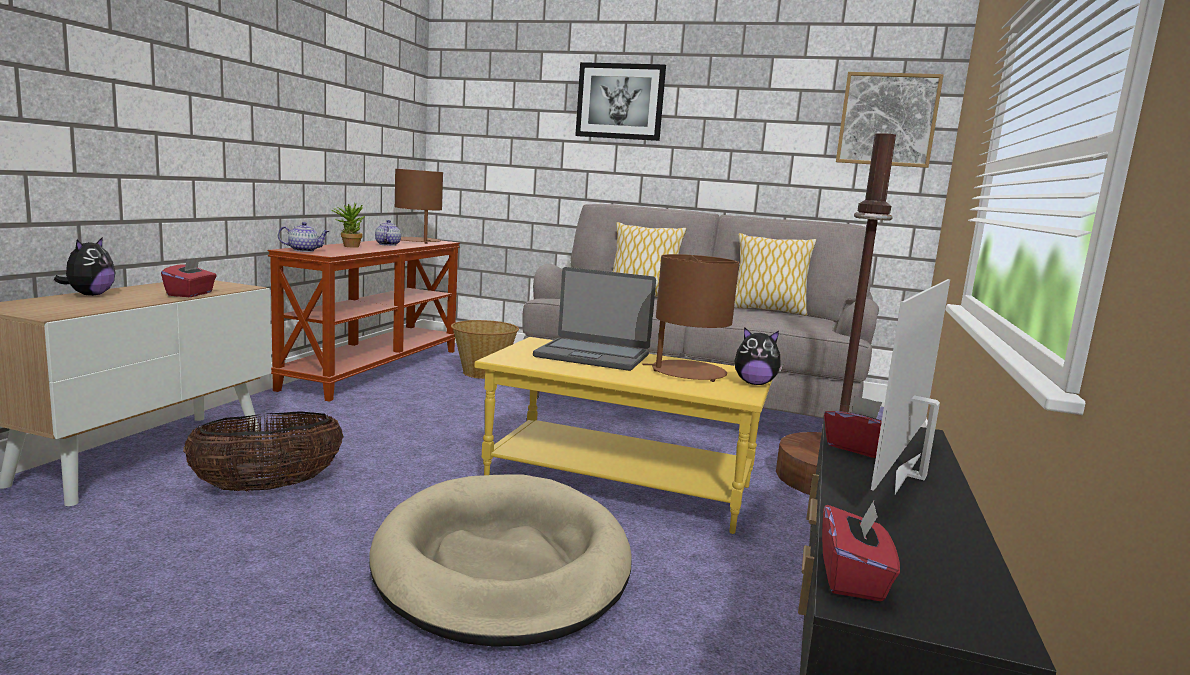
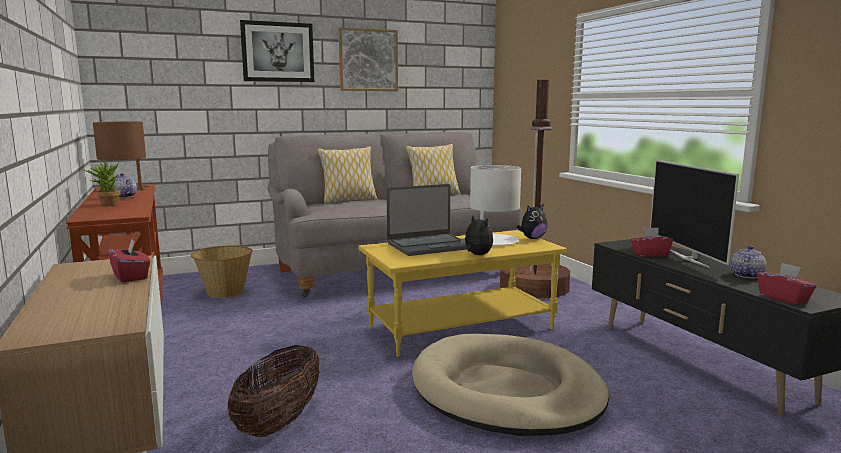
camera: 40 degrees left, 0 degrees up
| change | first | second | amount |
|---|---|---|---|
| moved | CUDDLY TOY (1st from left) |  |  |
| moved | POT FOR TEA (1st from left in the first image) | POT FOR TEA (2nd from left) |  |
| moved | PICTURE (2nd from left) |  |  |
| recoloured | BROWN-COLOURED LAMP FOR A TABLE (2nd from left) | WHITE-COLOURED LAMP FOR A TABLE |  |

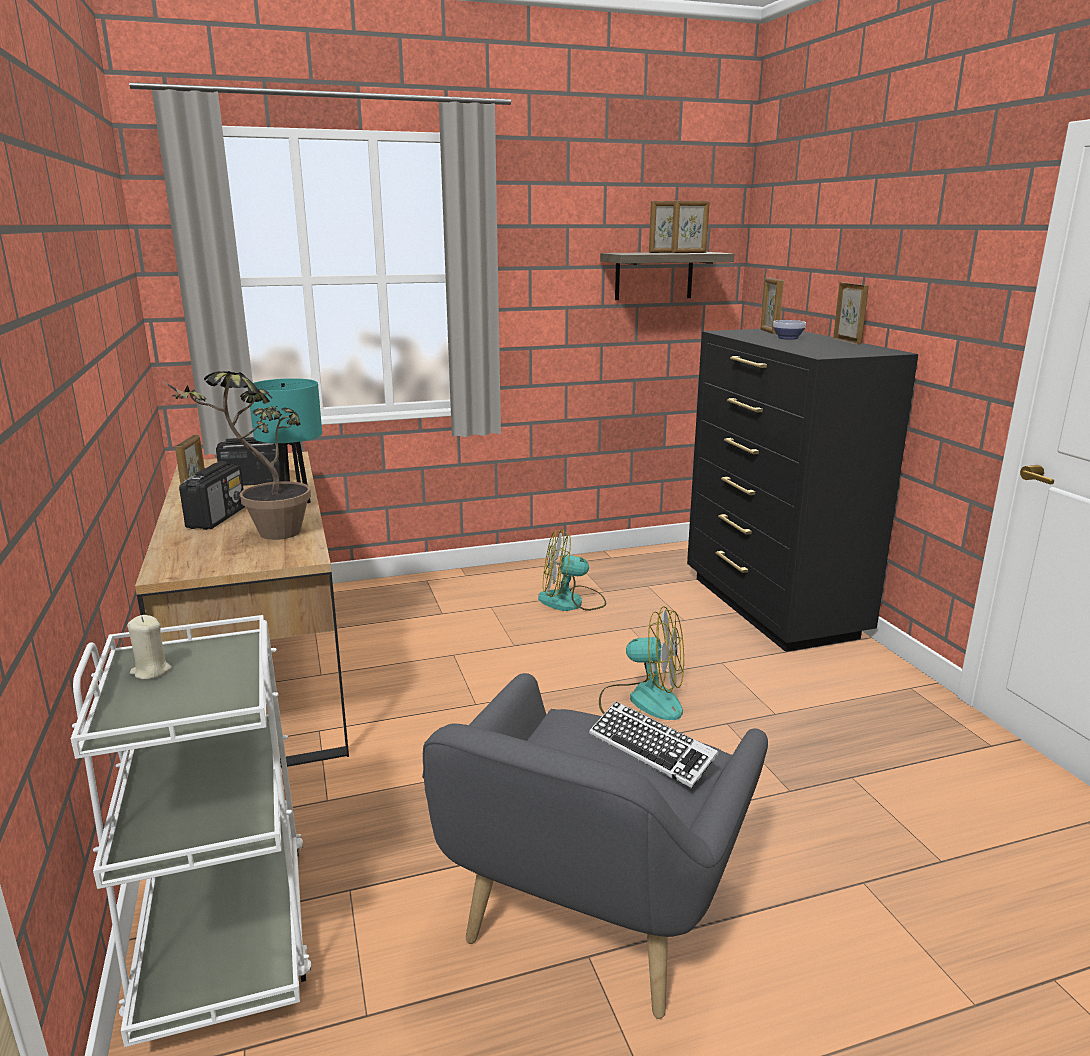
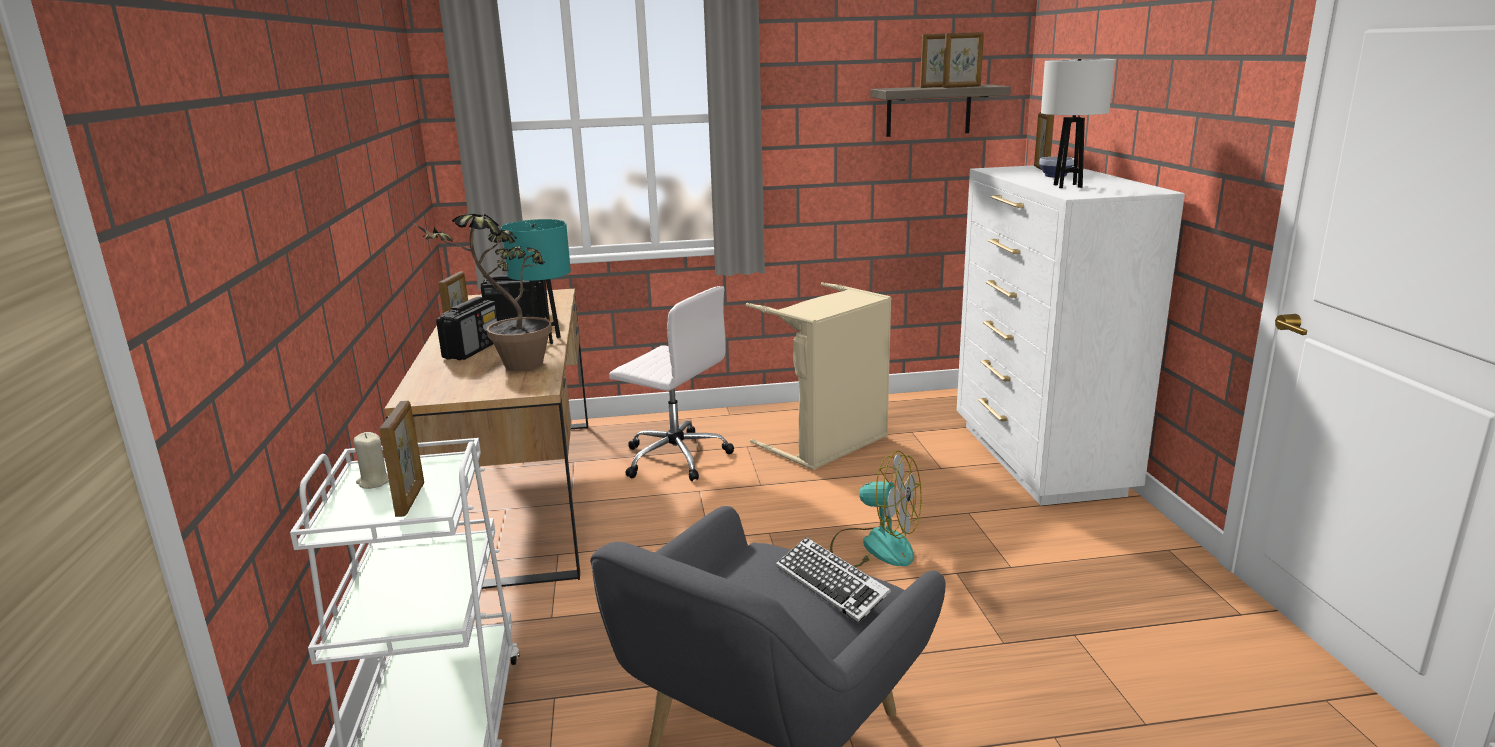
camera: 10 degrees right, 0 degrees up
| change | first | second | amount |
|---|---|---|---|
| added |  | WHITE-COLOURED DESK CHAIR |  |
| added |  | WHITE-COLOURED LAMP FOR A TABLE |  |
| moved | STANDING FRAME (5th from left in the first image) | STANDING FRAME (1st from left) |  |
| replaced | FAN (1st from left) | BEIGE WASHING BASKET |  |
| recoloured | BLACK DRAWER CHEST | WHITE-COLOURED DRAWER CHEST |  |

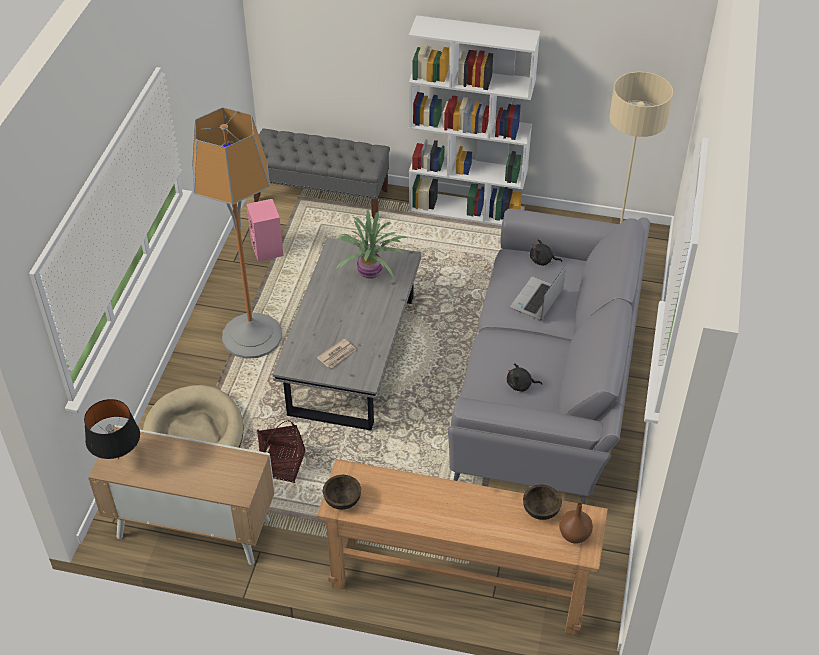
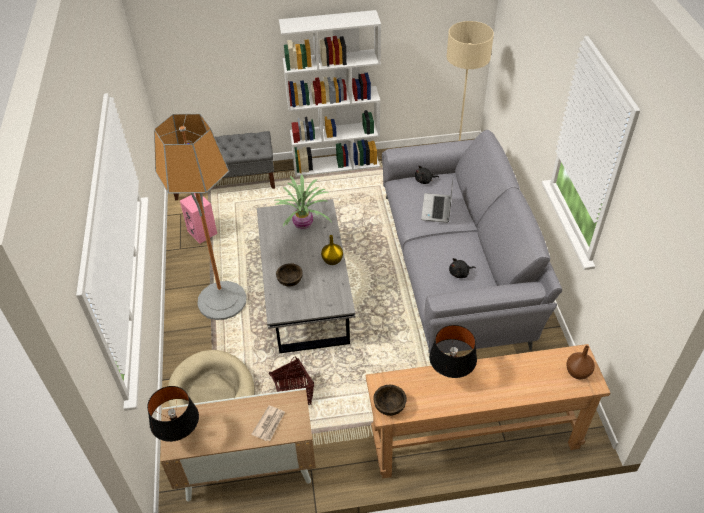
camera: 20 degrees left, 0 degrees up
| change | first | second | amount |
|---|---|---|---|
| added |  | YELLOWISH VASE |  |
| added |  | BLACK LAMP FOR A TABLE (2nd from left) |  |
| moved | PRINTED PAPER |  |  |
| moved | BROWN-COLOURED BOWL (2nd from left in the first image) | BROWN-COLOURED BOWL (1st from left) |  |

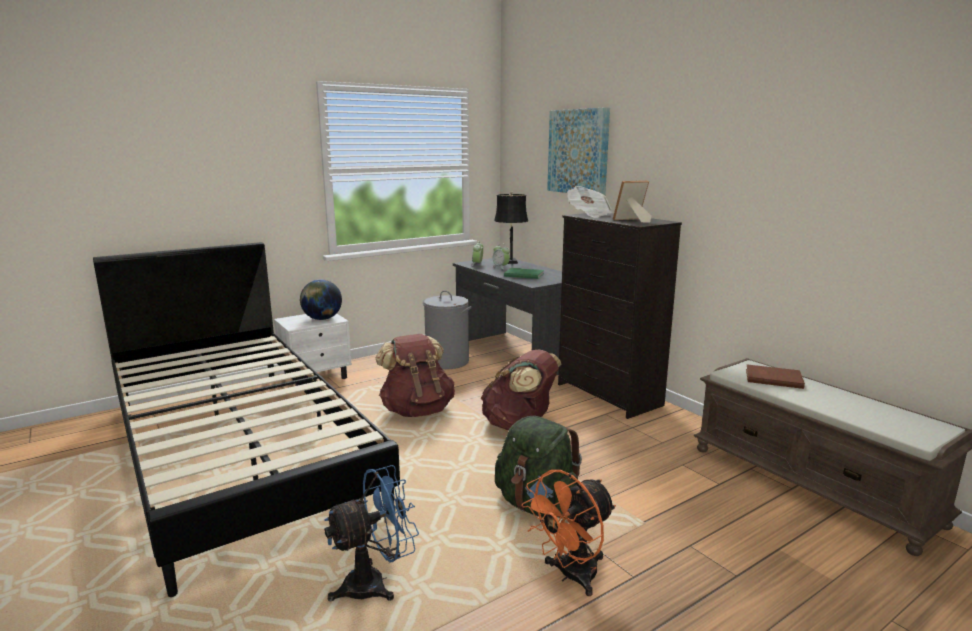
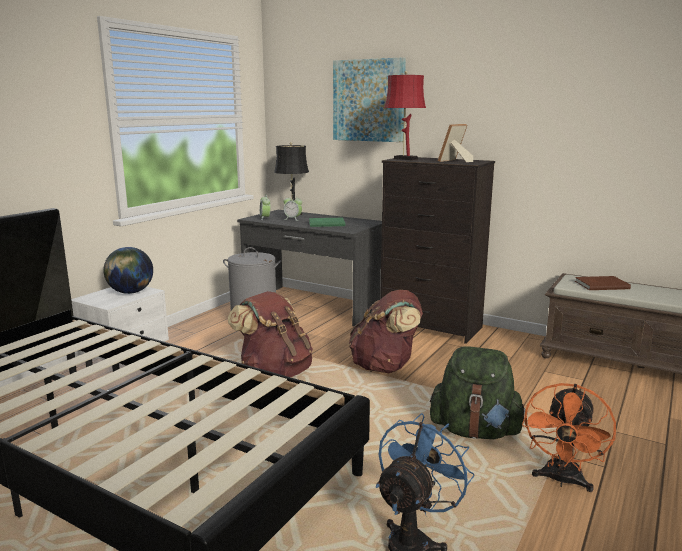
camera: 25 degrees left, 0 degrees up
| change | first | second | amount |
|---|---|---|---|
| replaced | PRINTED PAPER | RED-COLOURED LAMP FOR A TABLE |  |

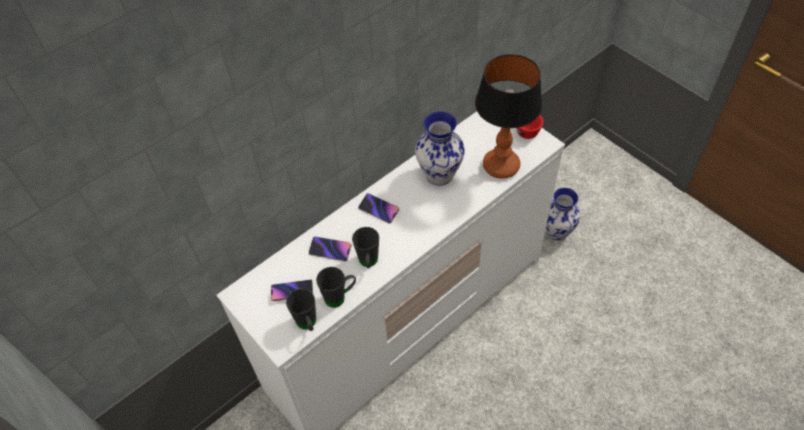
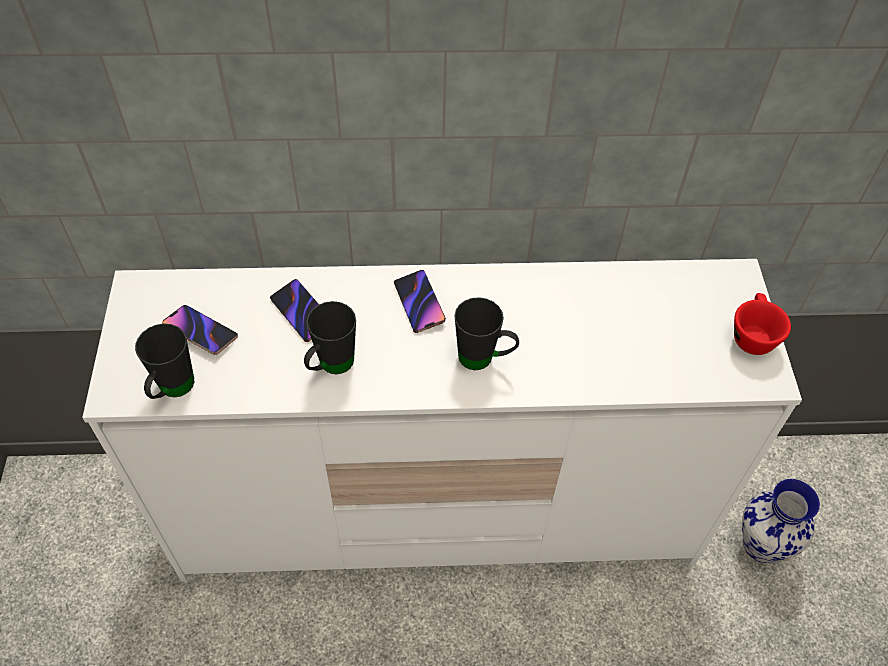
camera: 35 degrees right, 0 degrees up
| change | first | second | amount |
|---|---|---|---|
| removed | VASE (1st from left) |  |  |
| removed | LAMP FOR A TABLE |  |  |
| moved | BLACK COFFEE MUG (2nd from left in the first image) | BLACK COFFEE MUG (3rd from left) |  |

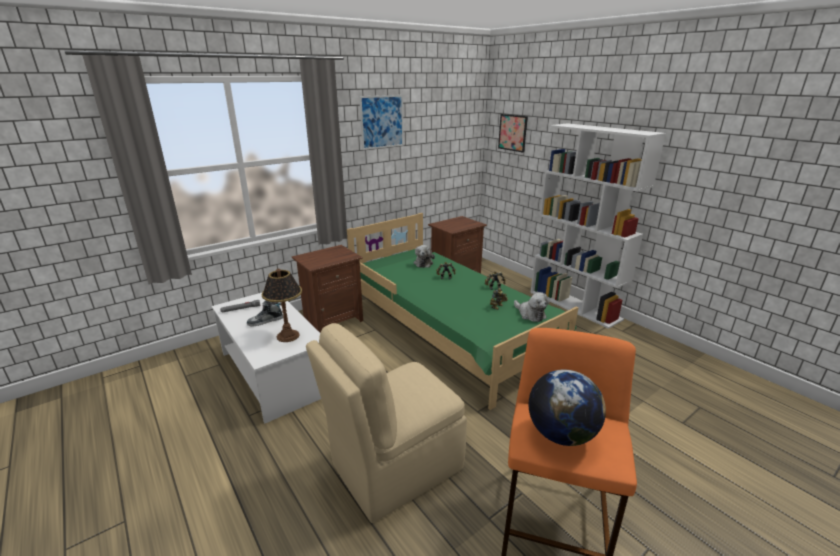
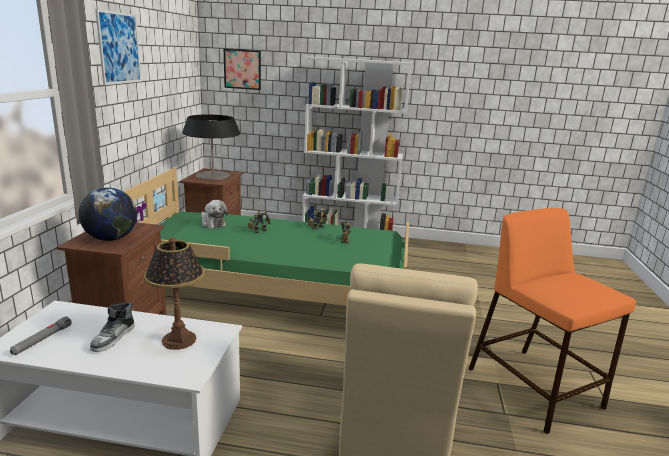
camera: 45 degrees left, 5 degrees down
| change | first | second | amount |
|---|---|---|---|
| removed | CUDDLY TOY (2nd from left) |  |  |
| added |  | LAMP FOR A TABLE (2nd from left) |  |
| moved | GLOBE |  |  |

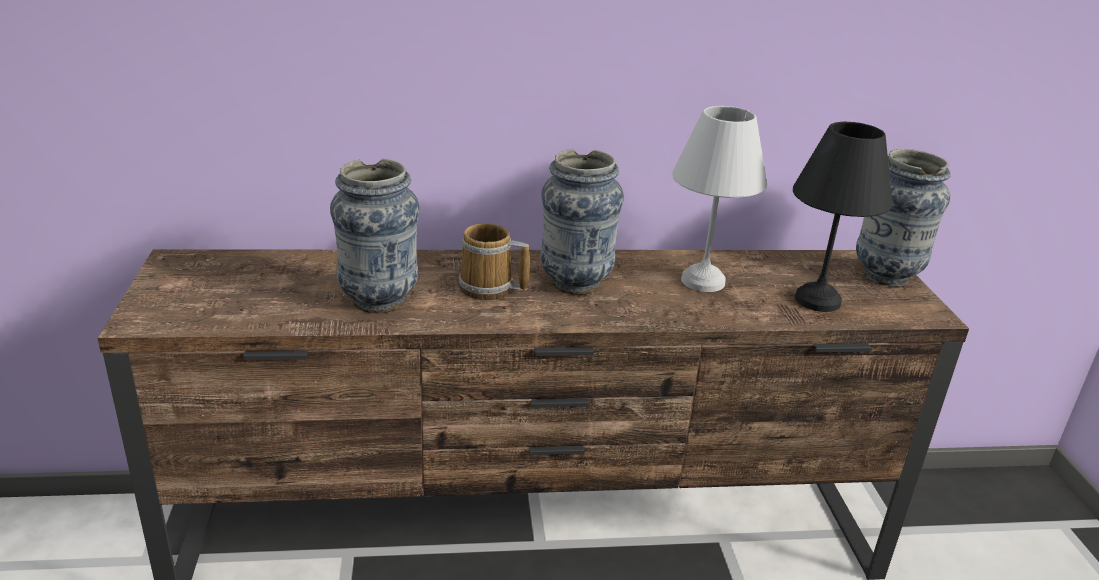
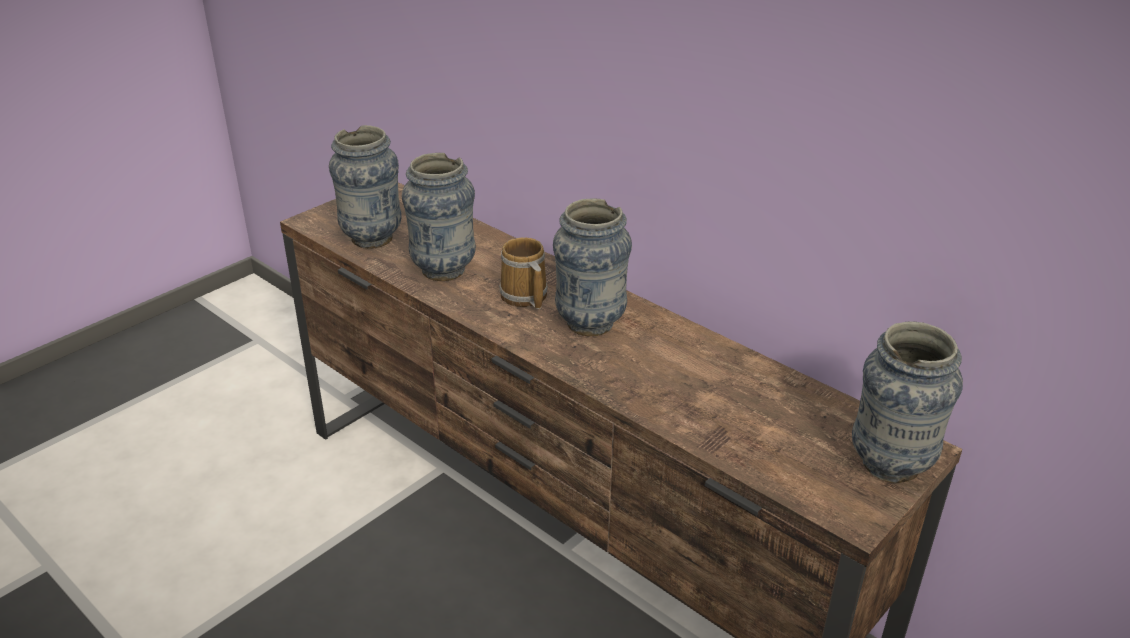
camera: 50 degrees right, 5 degrees up
| change | first | second | amount |
|---|---|---|---|
| removed | WHITE-COLOURED LAMP FOR A TABLE |  |  |
| removed | BLACK LAMP FOR A TABLE |  |  |
| added |  | VASE (1st from left) |  |

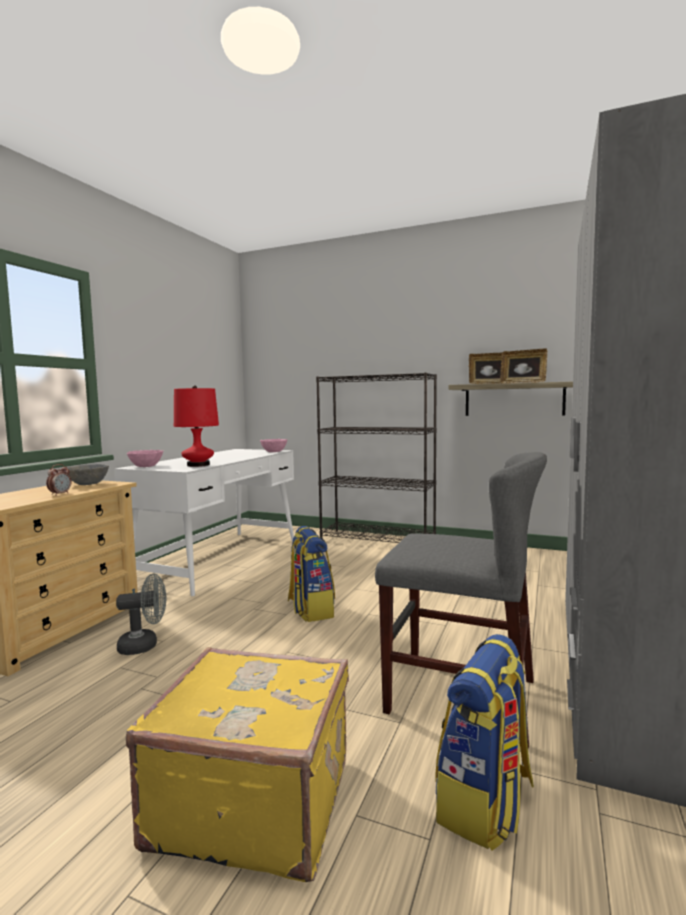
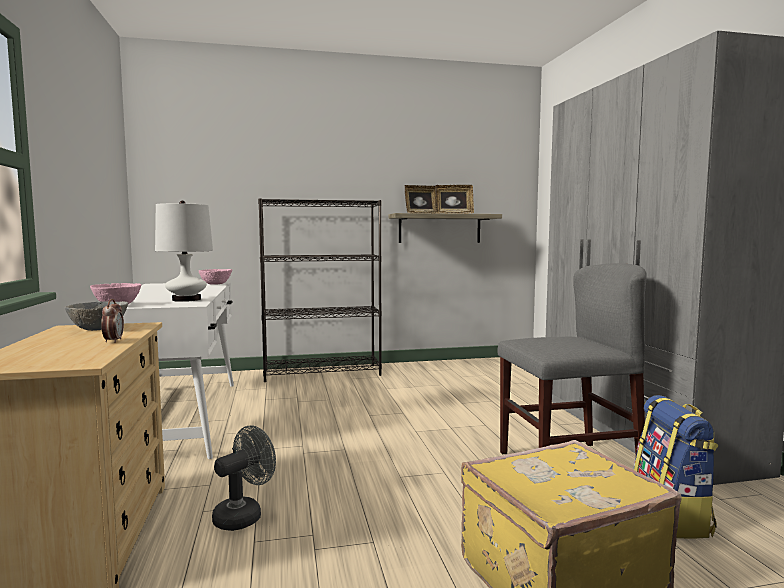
camera: 35 degrees left, 0 degrees up
| change | first | second | amount |
|---|---|---|---|
| removed | KNAPSACK (1st from left) |  |  |
| recoloured | RED-COLOURED LAMP FOR A TABLE | WHITE-COLOURED LAMP FOR A TABLE |  |

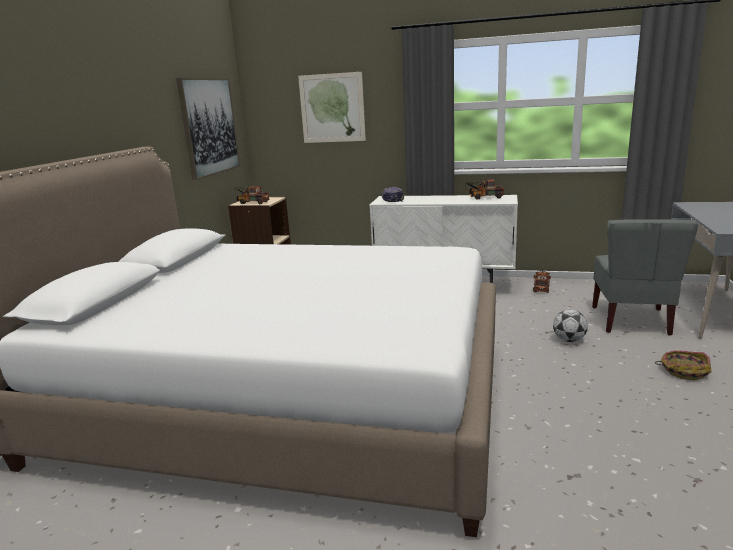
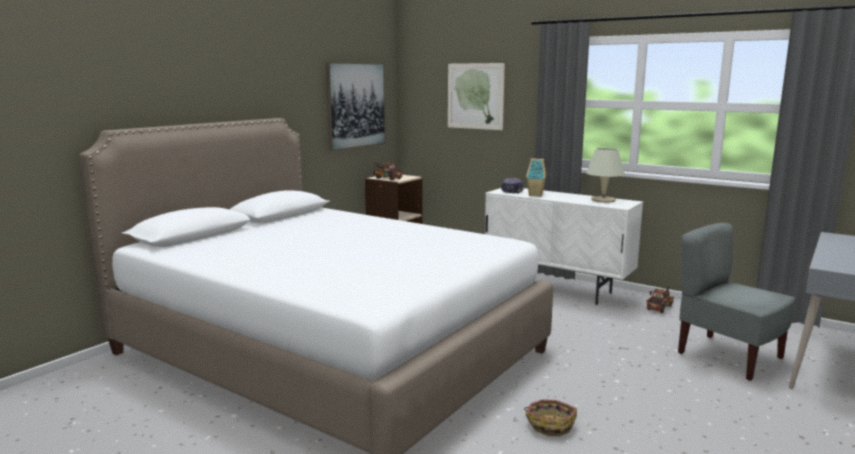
camera: 20 degrees right, 5 degrees down
| change | first | second | amount |
|---|---|---|---|
| removed | FOOTBALL BALL |  |  |
| added |  | MODEL HOUSE |  |
| moved | BASKET |  |  |
| replaced | MODEL TRUCK (2nd from left) | BEIGE LAMP FOR A TABLE |  |
| turned | GREY PLAIN CHAIR |  | 105 degrees clockwise |

